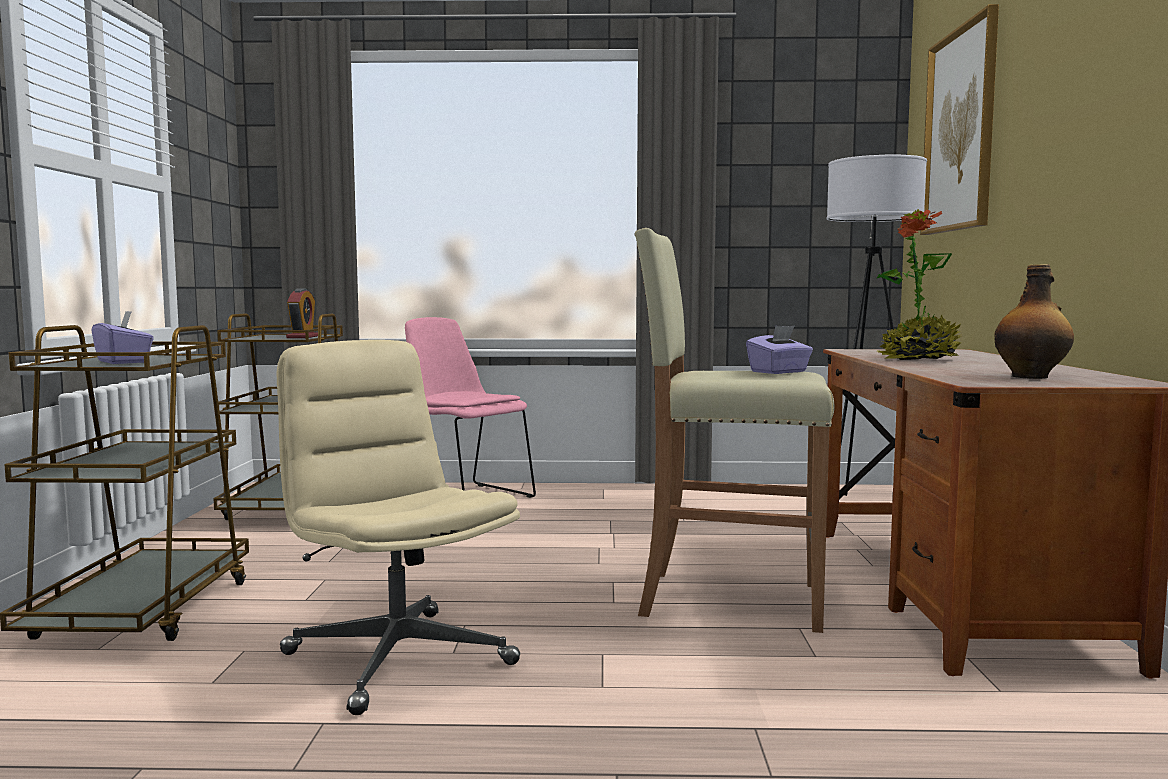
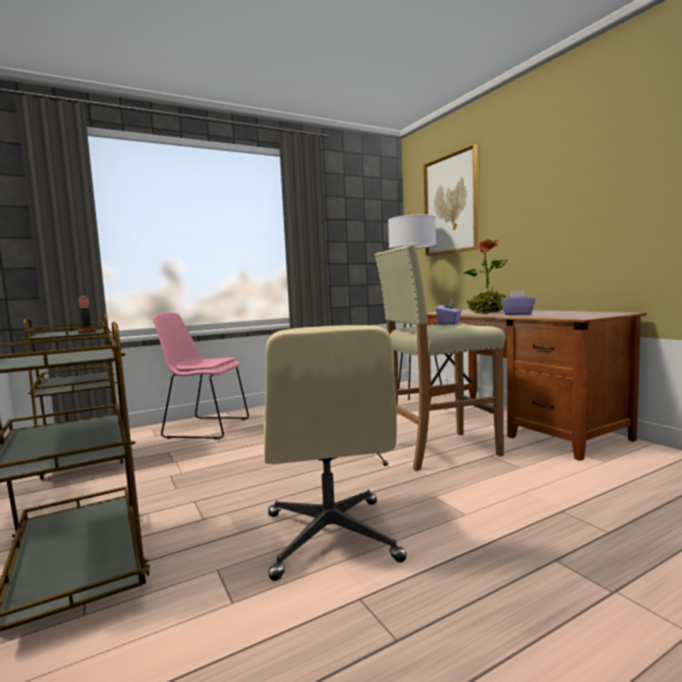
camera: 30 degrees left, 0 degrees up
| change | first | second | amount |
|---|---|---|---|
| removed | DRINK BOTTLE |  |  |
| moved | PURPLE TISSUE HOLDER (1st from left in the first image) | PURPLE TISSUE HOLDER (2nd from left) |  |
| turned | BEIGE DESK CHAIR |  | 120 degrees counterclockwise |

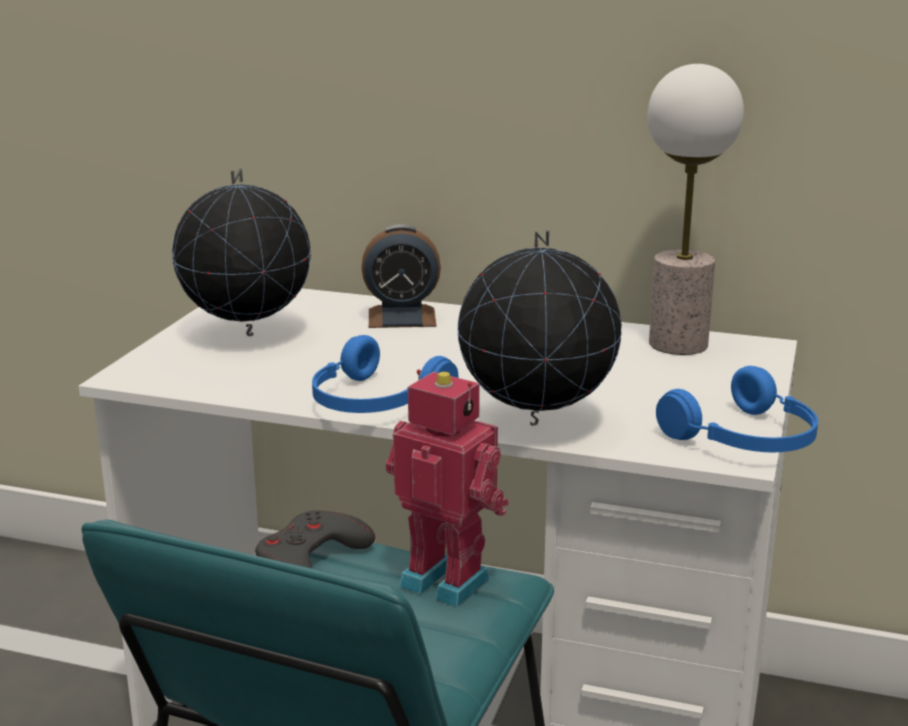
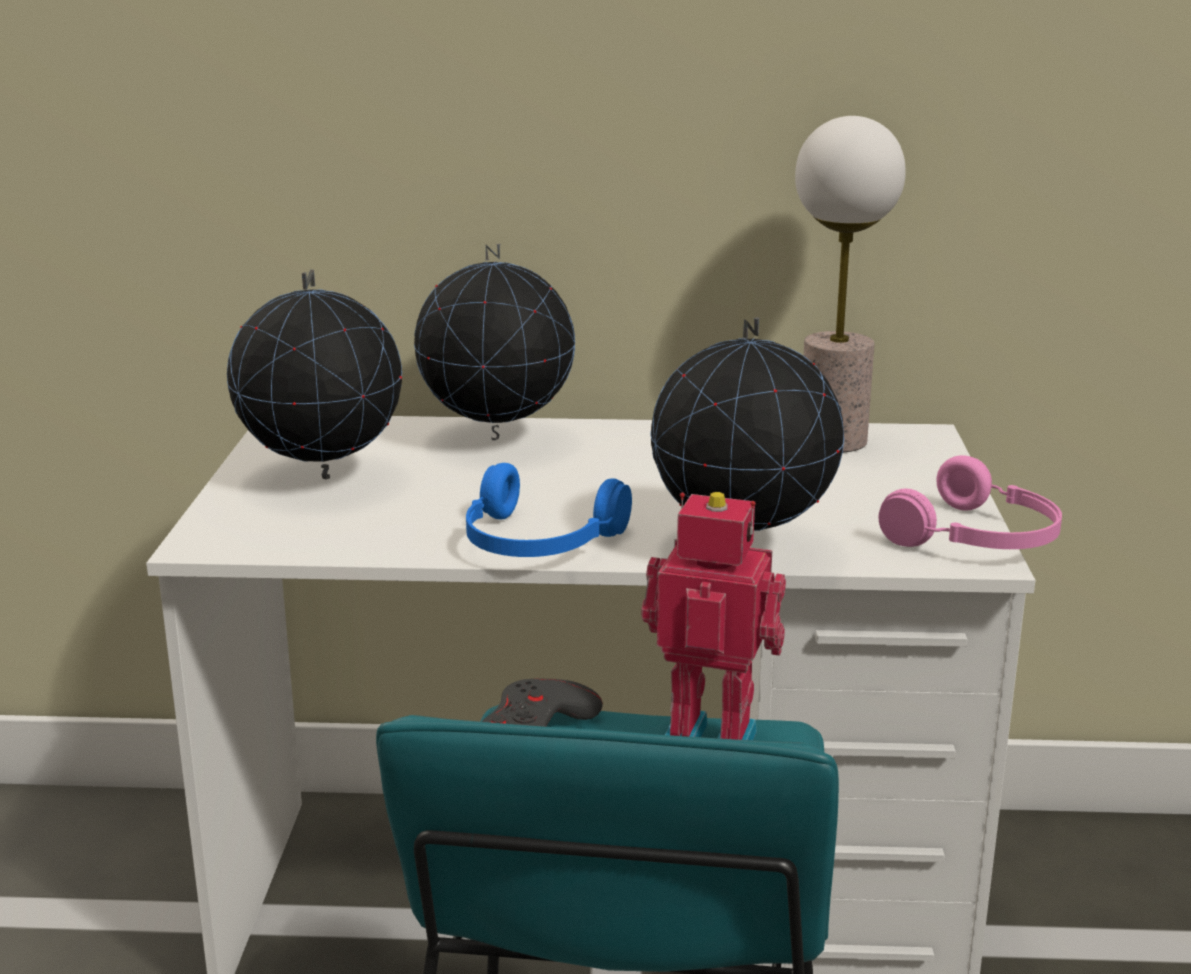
camera: 15 degrees left, 0 degrees up
| change | first | second | amount |
|---|---|---|---|
| replaced | ALARM CLOCK | GLOBE (2nd from left) |  |
| recoloured | BLUE-COLOURED PAIR OF HEADPHONES (2nd from left) | PINKISH PAIR OF HEADPHONES |  |

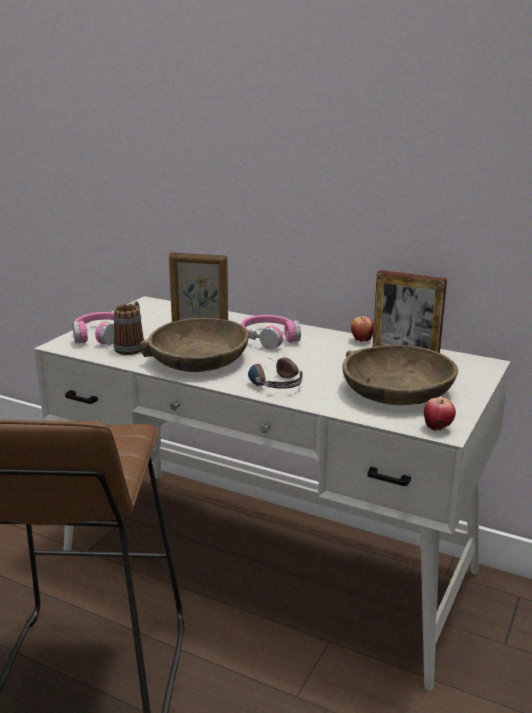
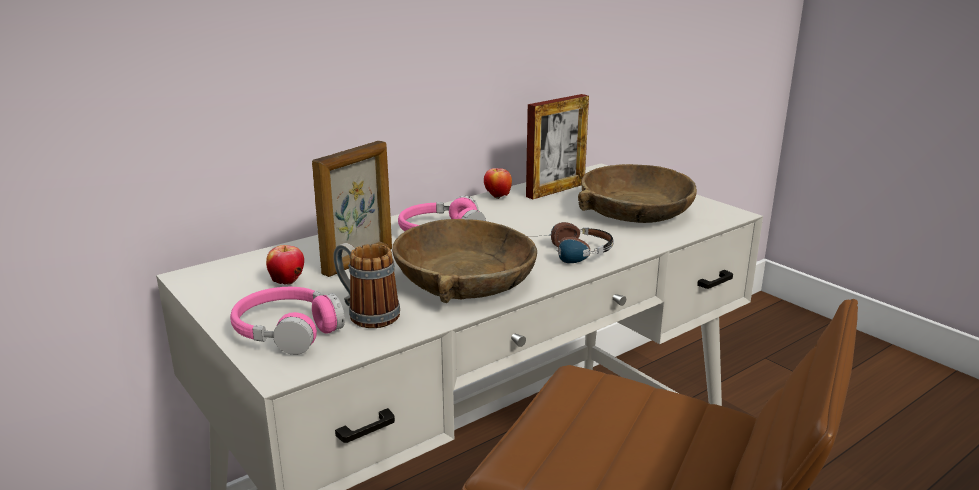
camera: 65 degrees left, 0 degrees up
| change | first | second | amount |
|---|---|---|---|
| moved | APPLE FRUIT (2nd from left in the first image) | APPLE FRUIT (1st from left) |  |

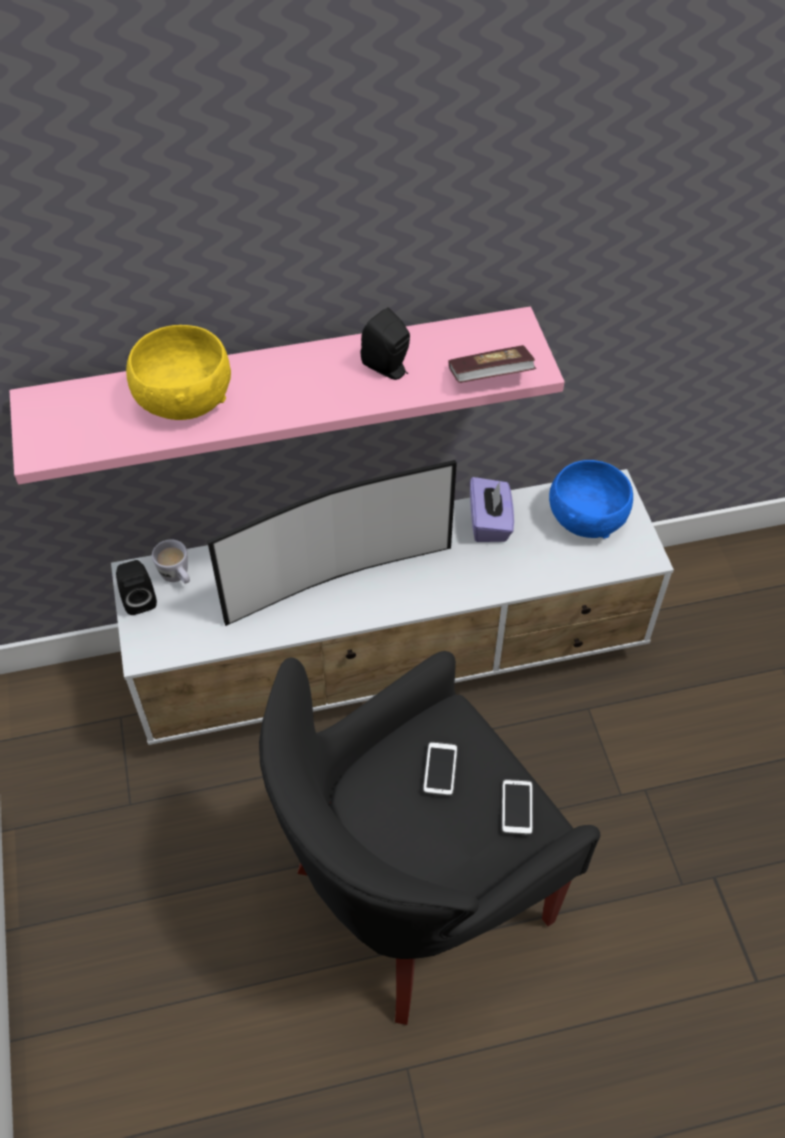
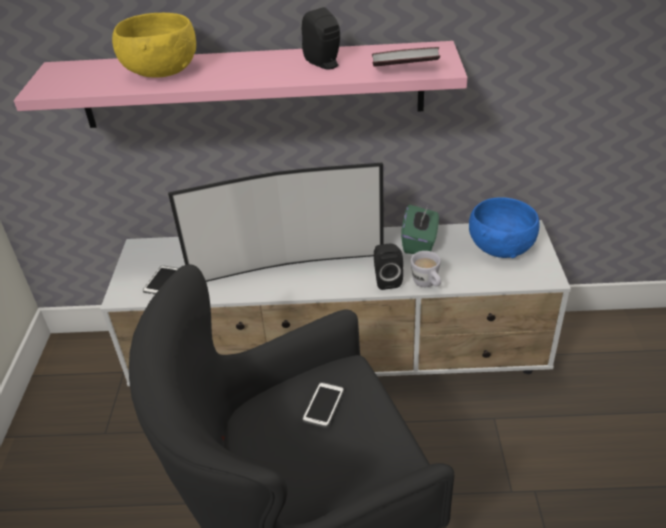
camera: 15 degrees right, 15 degrees down
| change | first | second | amount |
|---|---|---|---|
| moved | BLACK LOUDSPEAKER (1st from left in the first image) | BLACK LOUDSPEAKER (2nd from left) |  |
| moved | WHITE-COLOURED COFFEE MUG |  |  |
| moved | TELEPHONE (2nd from left in the first image) | TELEPHONE (1st from left) |  |
| recoloured | PURPLE TISSUE HOLDER | GREENISH TISSUE HOLDER |  |

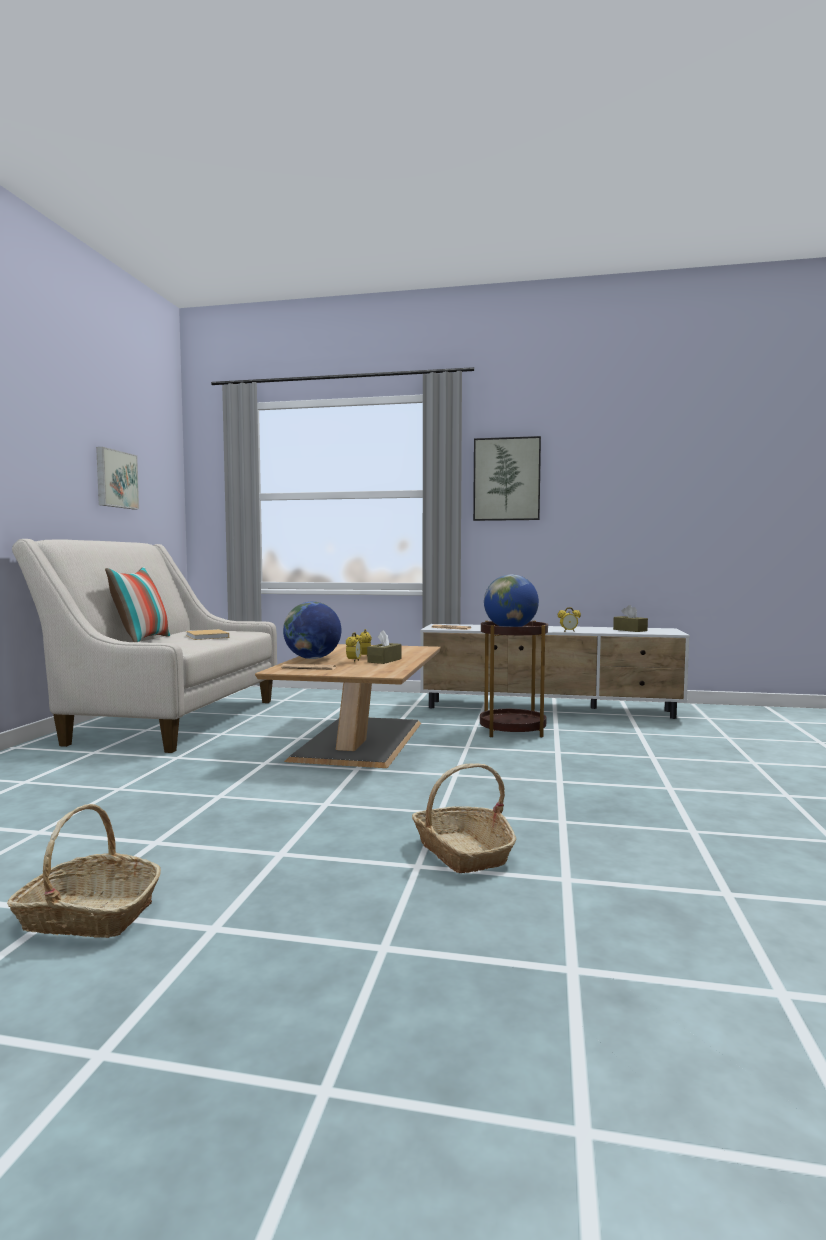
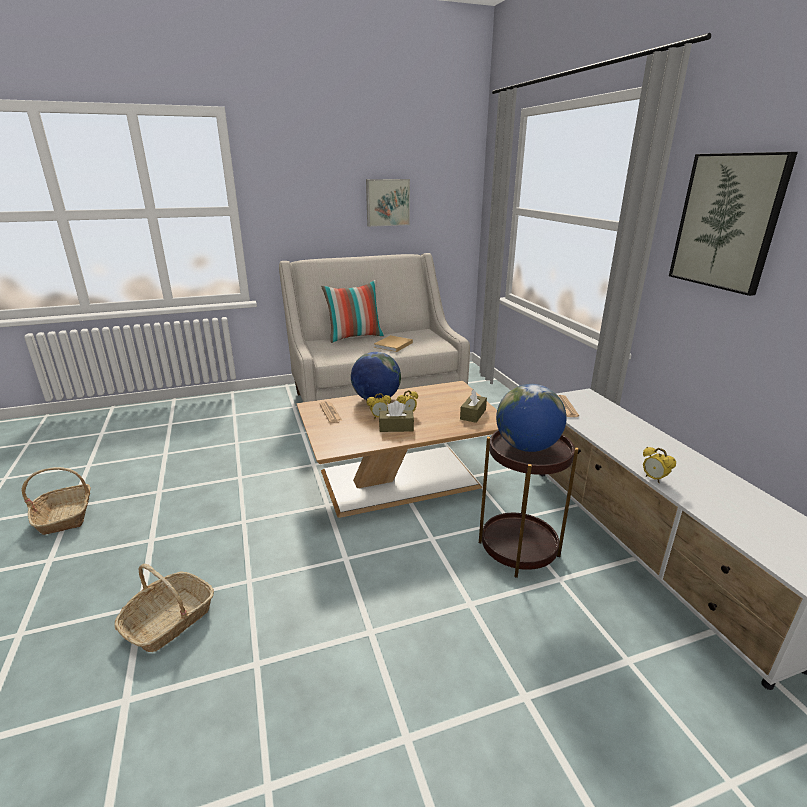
camera: 60 degrees right, 20 degrees up
| change | first | second | amount |
|---|---|---|---|
| moved | BROWN-COLOURED TISSUE HOLDER (2nd from left) |  |  |

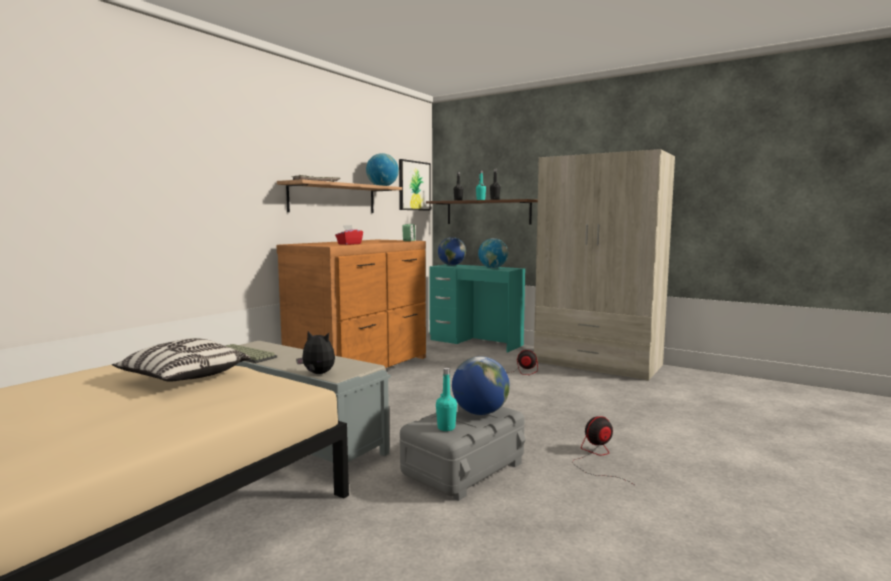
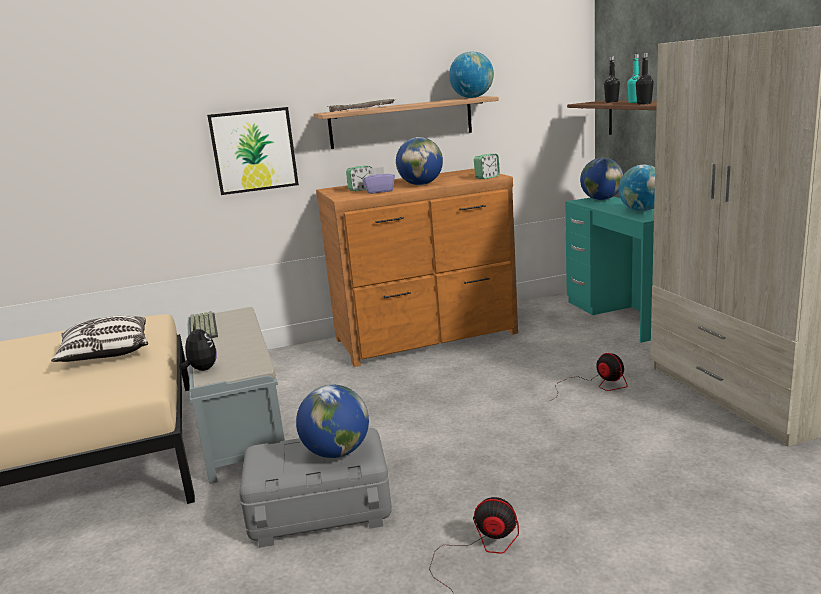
camera: 40 degrees right, 10 degrees up
| change | first | second | amount |
|---|---|---|---|
| removed | TURQUOISE-COLOURED DRINK BOTTLE (1st from left) |  |  |
| added |  | ALARM CLOCK (1st from left) |  |
| added |  | GLOBE (2nd from left) |  |
| moved | PICTURE |  |  |
| recoloured | RED-COLOURED TISSUE HOLDER | PURPLE TISSUE HOLDER |  |

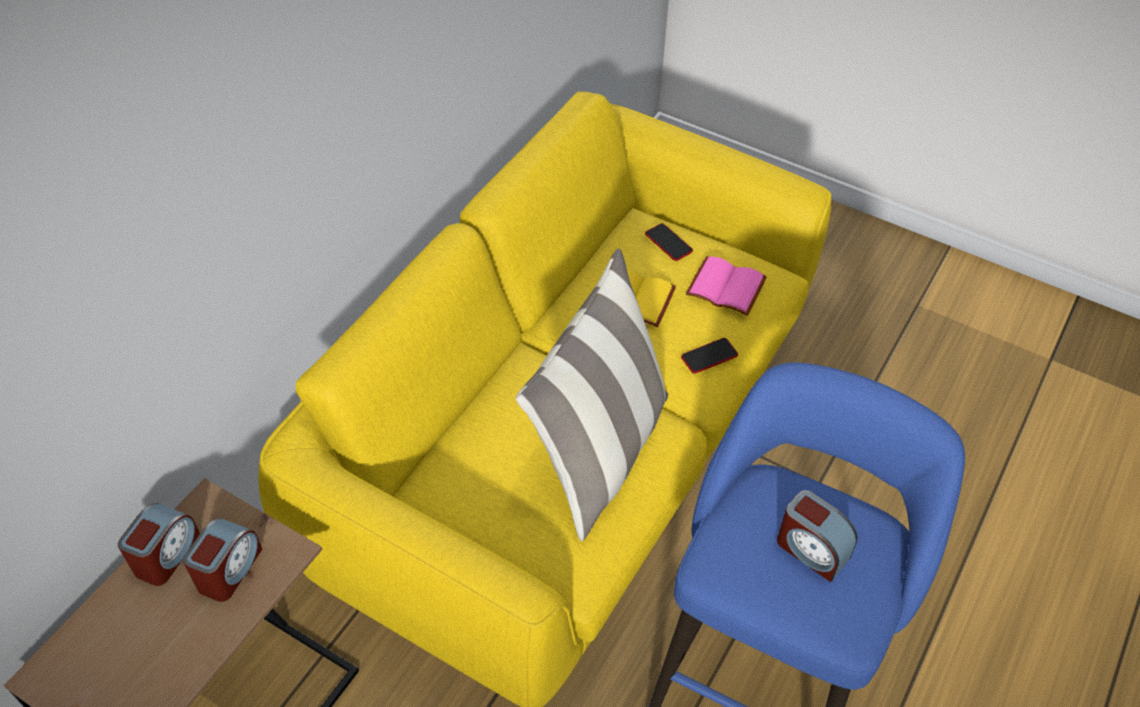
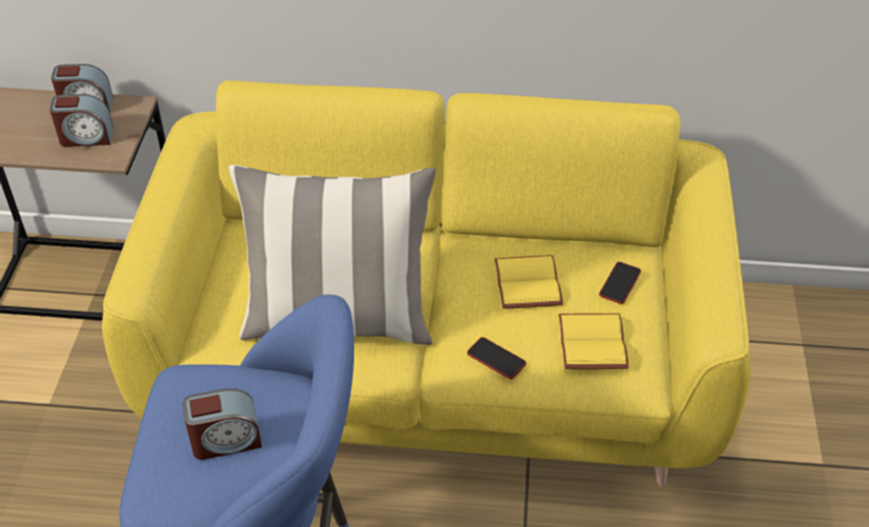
camera: 65 degrees right, 5 degrees down
| change | first | second | amount |
|---|---|---|---|
| recoloured | PINKISH VOLUME | YELLOWISH VOLUME (2nd from left) |  |
| turned | ALARM CLOCK (3rd from left) |  | 120 degrees counterclockwise |

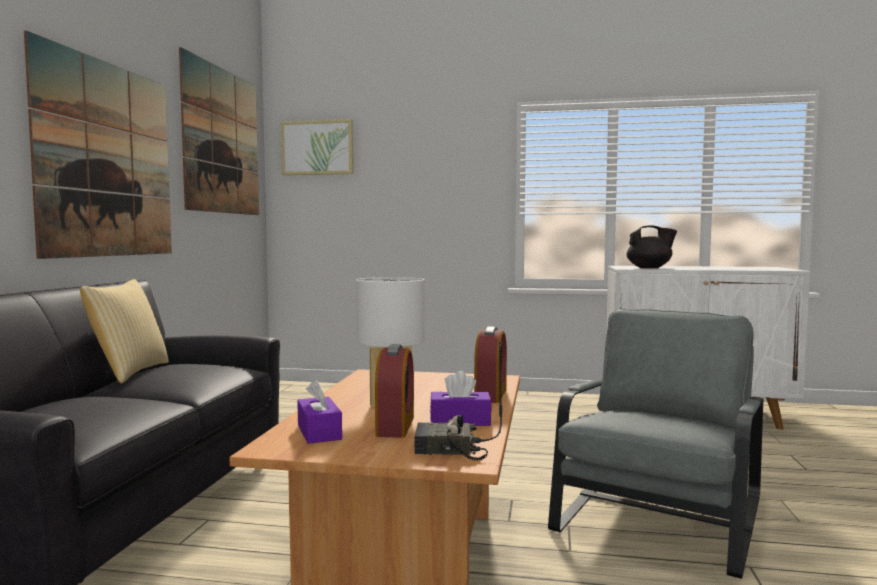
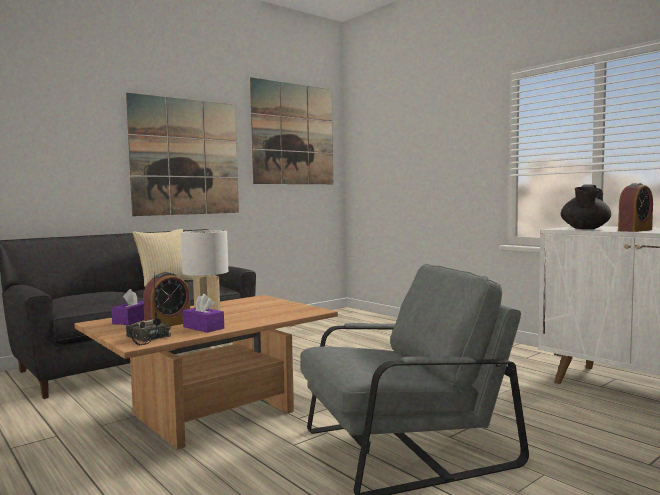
camera: 40 degrees right, 0 degrees up
| change | first | second | amount |
|---|---|---|---|
| removed | PICTURE (3rd from left) |  |  |
| moved | ALARM CLOCK (2nd from left) |  |  |
| turned | BLACK POT FOR TEA |  | 75 degrees clockwise |

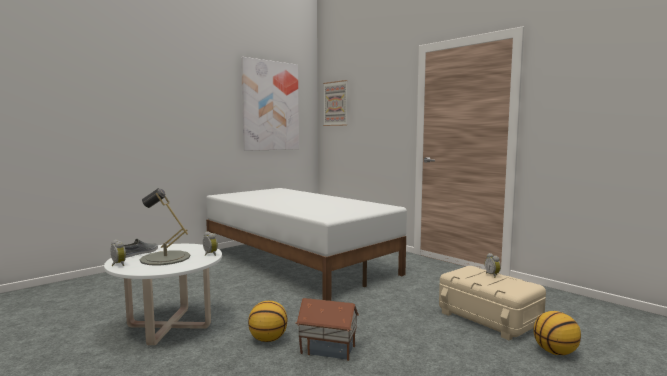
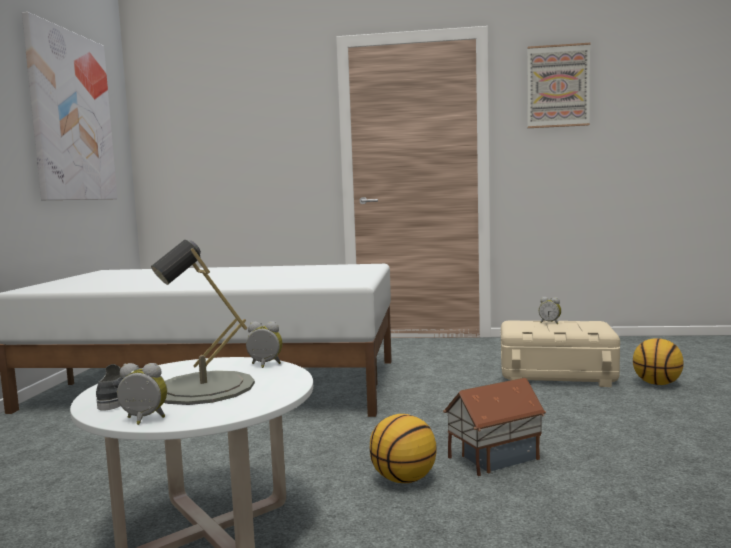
camera: 40 degrees left, 0 degrees up
| change | first | second | amount |
|---|---|---|---|
| moved | PICTURE (2nd from left) |  |  |

